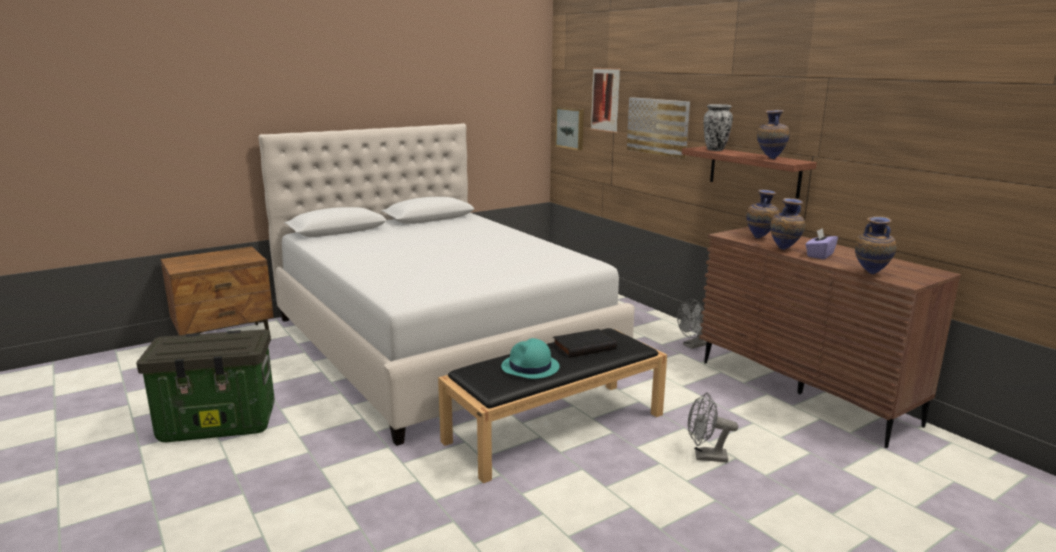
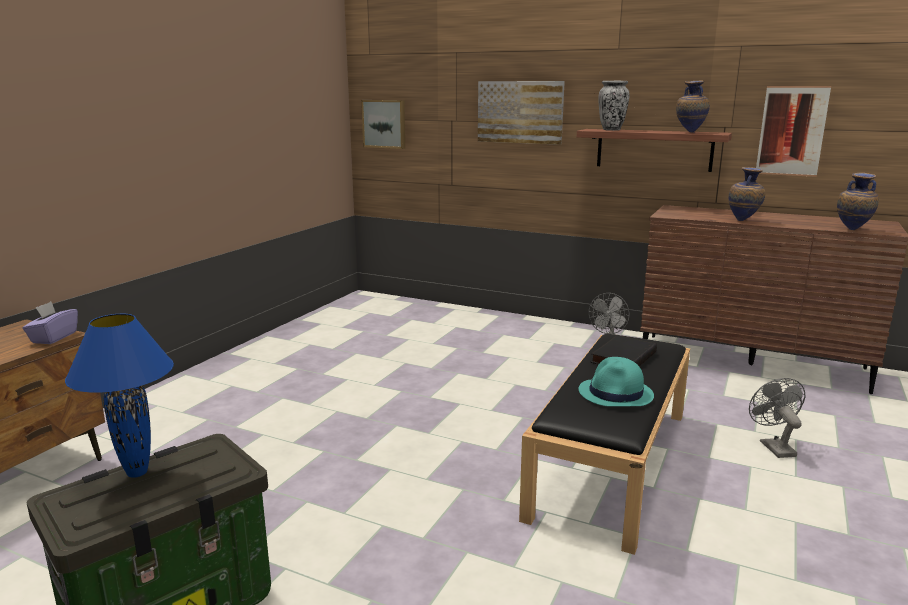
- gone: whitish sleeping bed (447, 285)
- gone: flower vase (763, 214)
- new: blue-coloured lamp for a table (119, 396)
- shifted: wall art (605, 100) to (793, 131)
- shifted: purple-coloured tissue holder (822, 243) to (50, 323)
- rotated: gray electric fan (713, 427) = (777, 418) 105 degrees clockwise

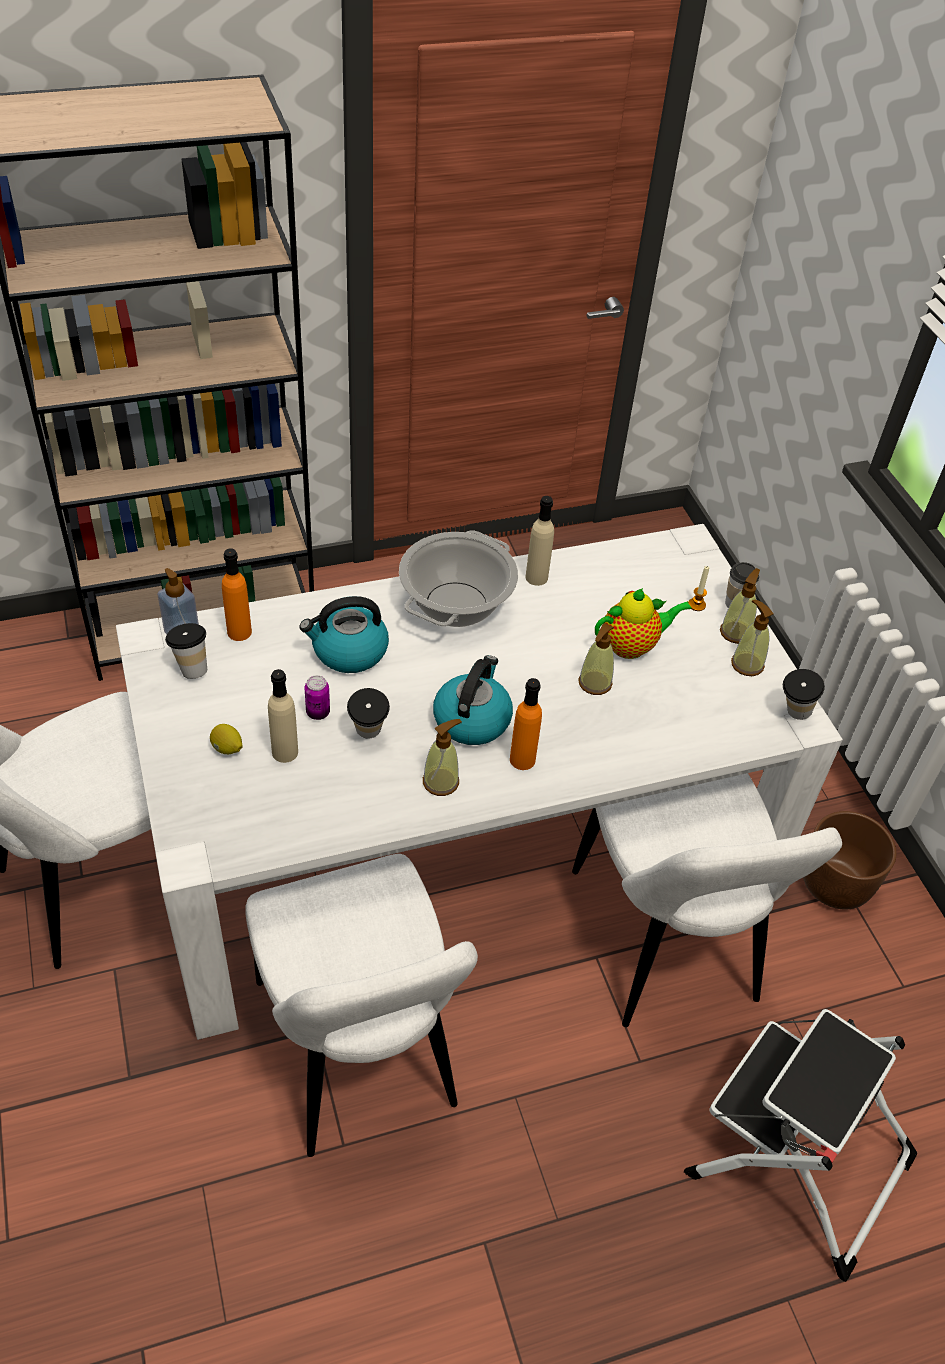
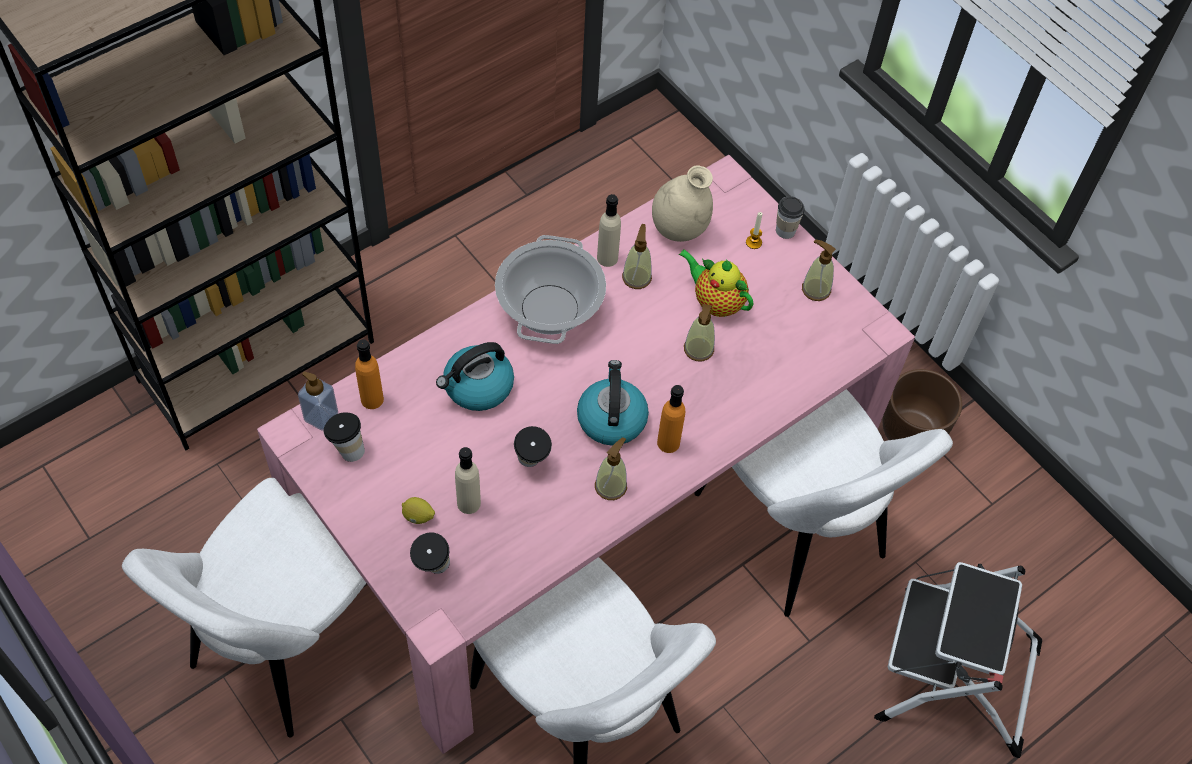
- gone: metal can (317, 697)
- new: sand-coloured flower vase (682, 203)
- shifted: soap bottle (740, 606) to (637, 256)
- shifted: small cup (804, 694) to (430, 553)
- repainted: whitish dining table (479, 782) to pink-coloured dining table (586, 454)
- rotated: tea pot (643, 623) = (716, 283) 105 degrees counterclockwise

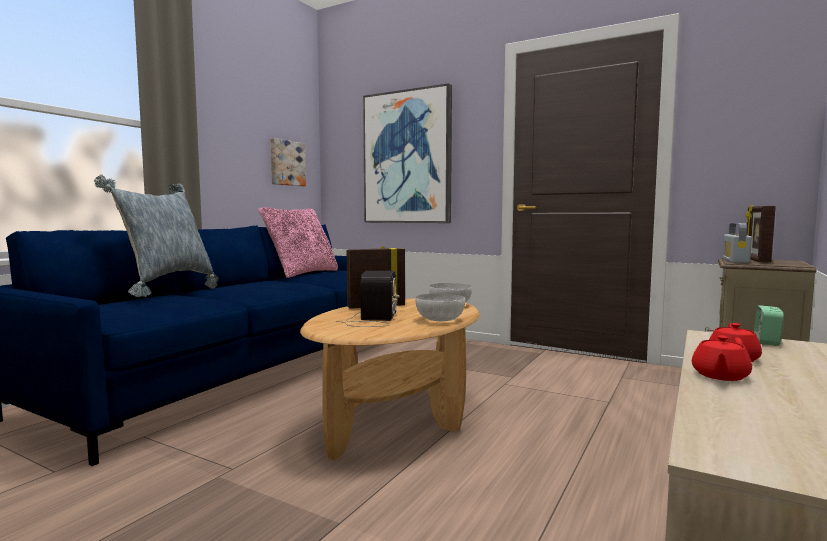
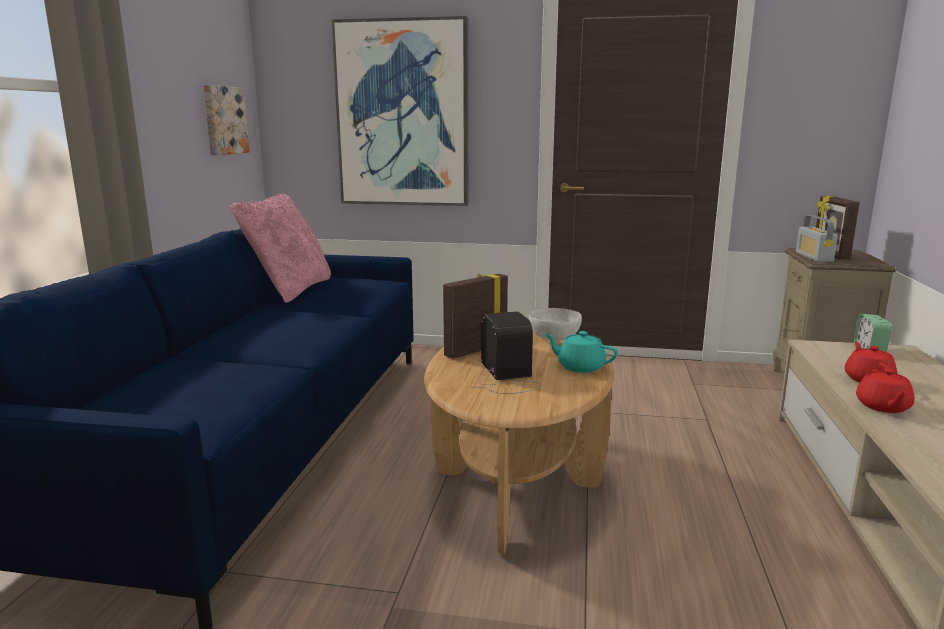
- gone: pillow (156, 236)
- swapped: whitish deep dish (440, 307) to turquoise tea pot (581, 352)

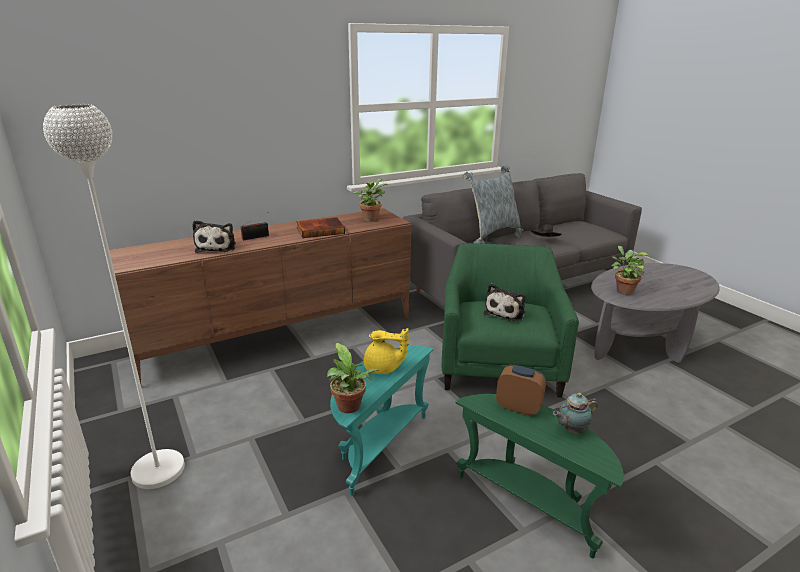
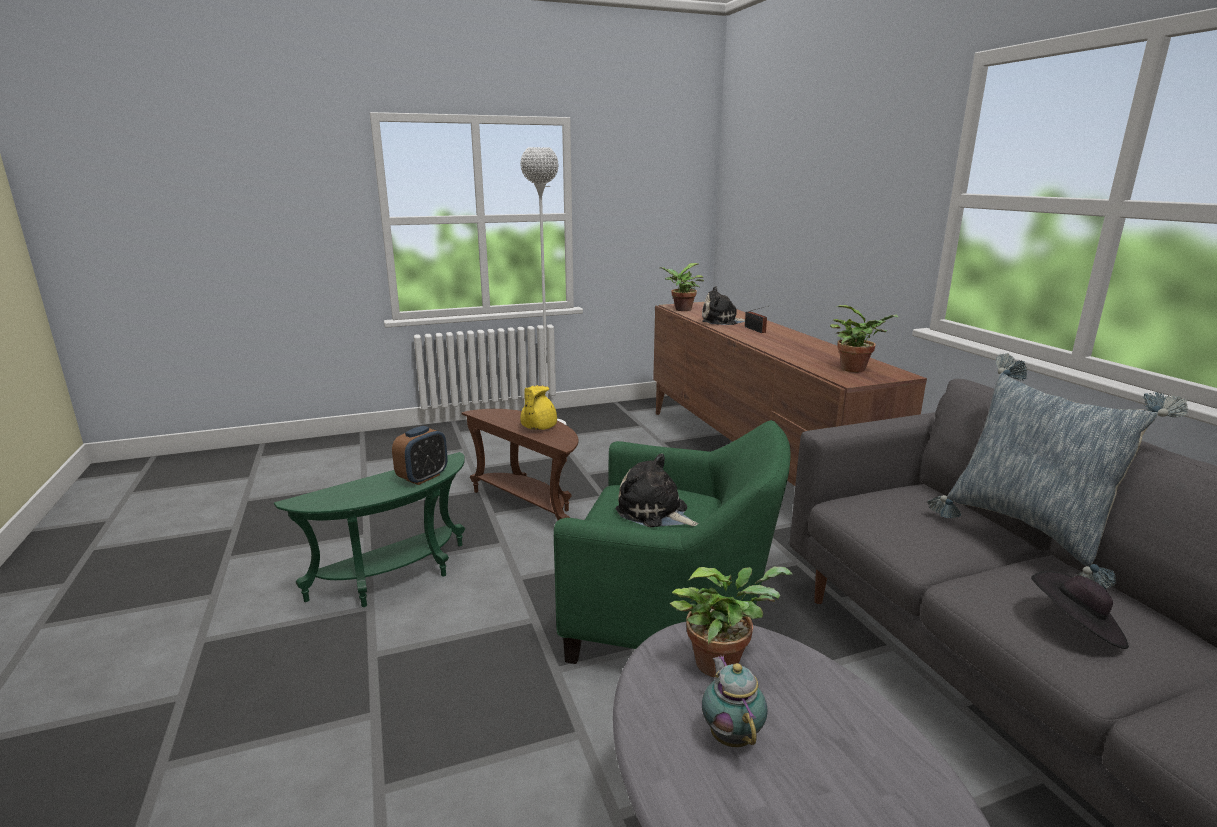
- gone: book (320, 227)
- shifted: potted plant (352, 378) to (682, 287)
- shifted: tea pot (575, 413) to (735, 701)
- repainted: turquoise end table (382, 421) to brownish end table (519, 464)

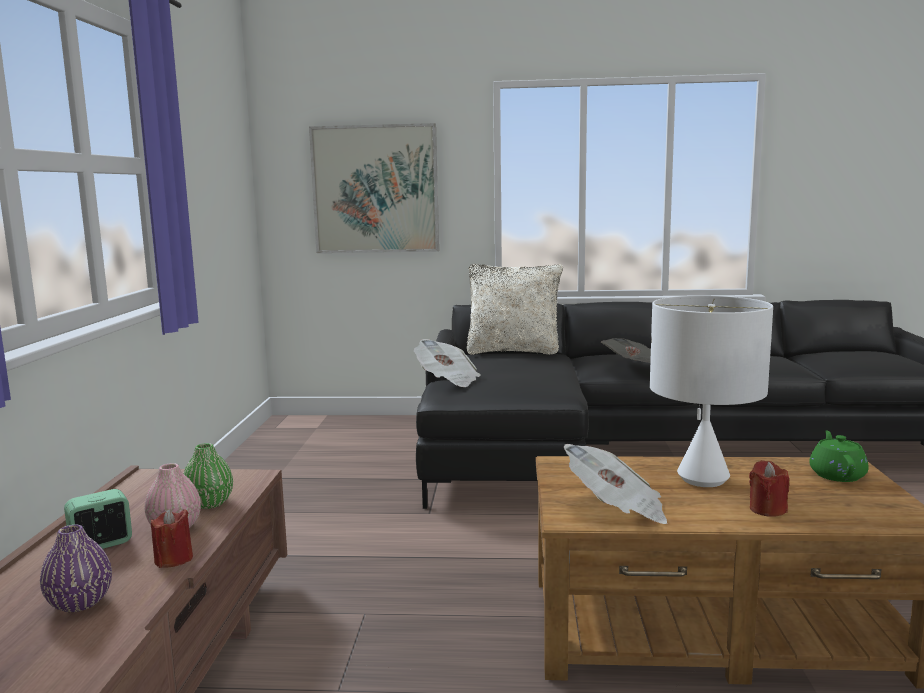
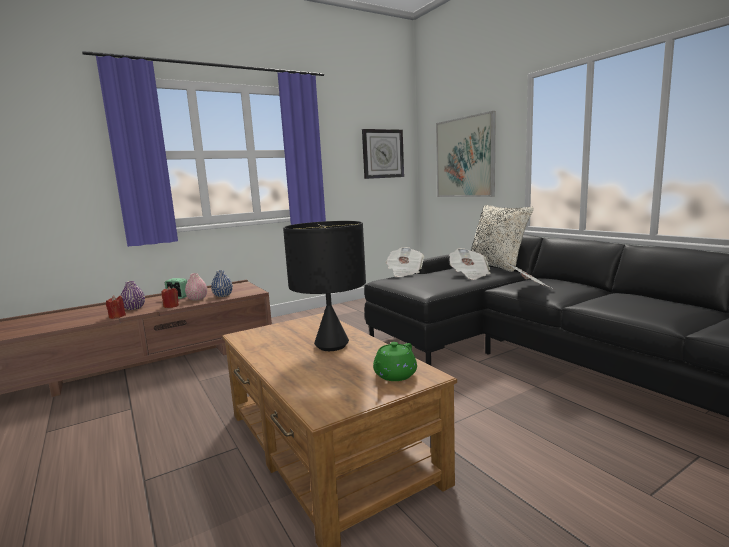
- new: hanging clock (383, 154)
- shifted: printed paper (616, 484) to (470, 264)
- shifted: red wax candle (769, 488) to (116, 307)
- repainted: green-coloured flower vase (208, 476) to blue-coloured flower vase (222, 283)
- repainted: whitish lamp for a table (711, 391) to black lamp for a table (324, 286)
- rotated: green-coloured tea pot (839, 456) = (395, 361) 150 degrees clockwise

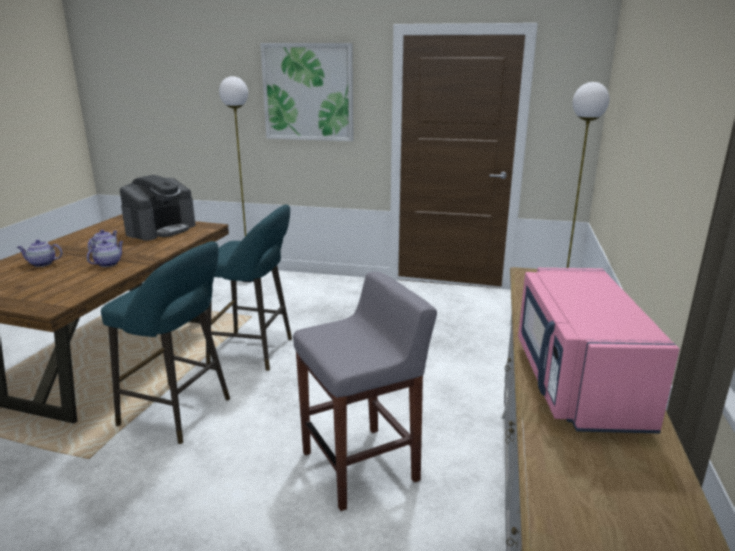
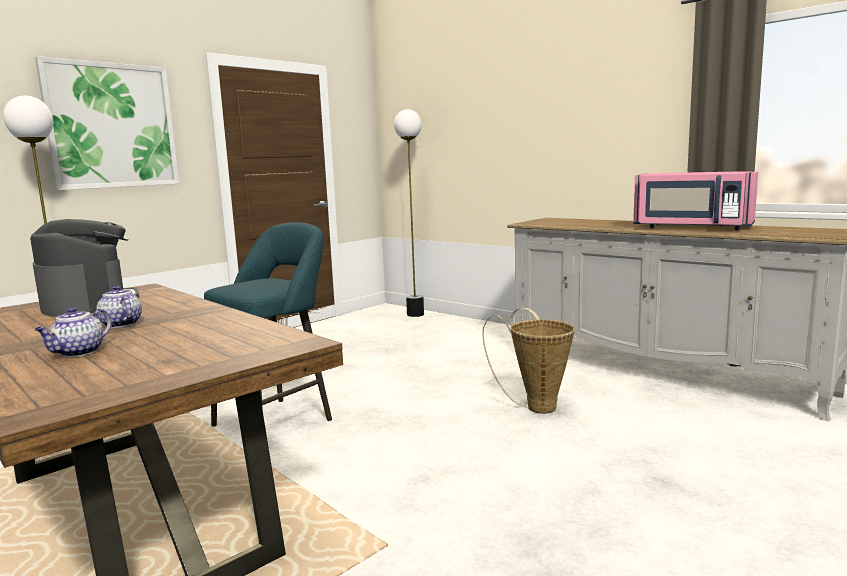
- gone: tea pot (105, 253)
- gone: turquoise sitting stool (165, 342)
- swapped: gray sitting stool (365, 391) to storage basket (528, 361)

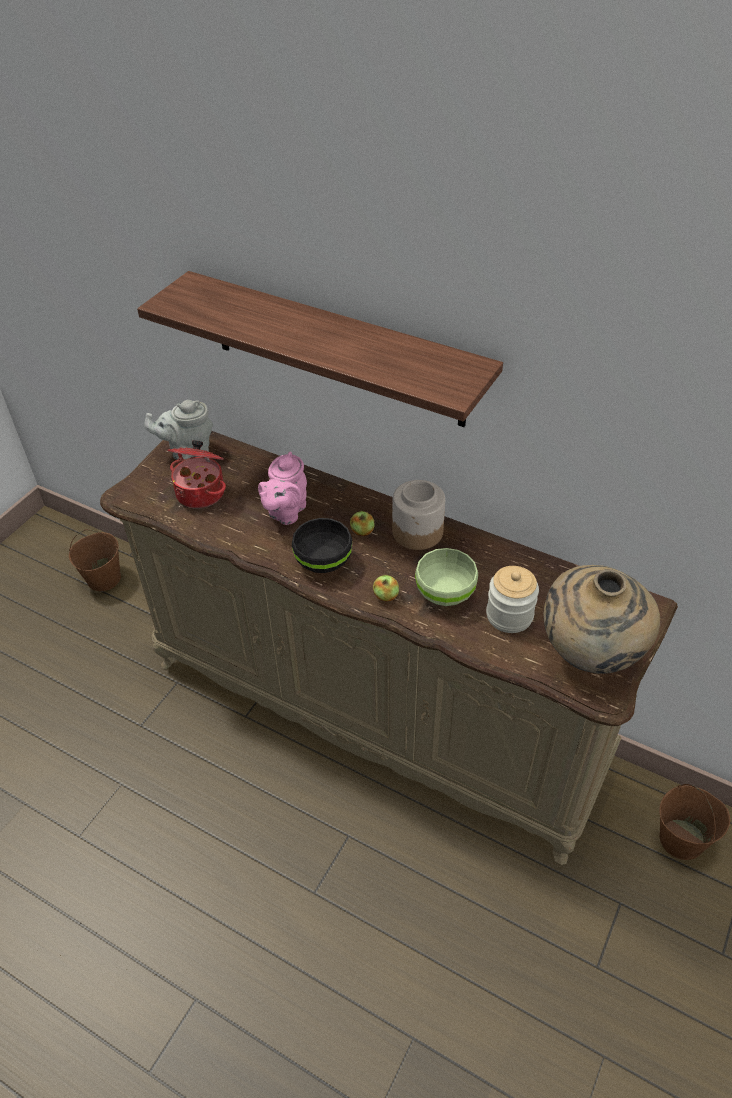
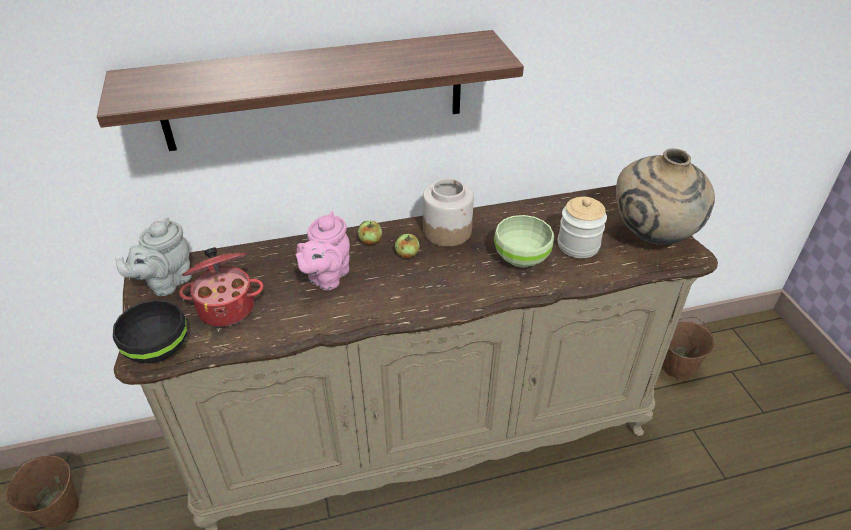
- shifted: black deep dish (322, 545) to (150, 331)
- shifted: apple fruit (386, 588) to (370, 233)
- rotated: pink-coloured tea pot (282, 488) = (322, 251) 45 degrees clockwise

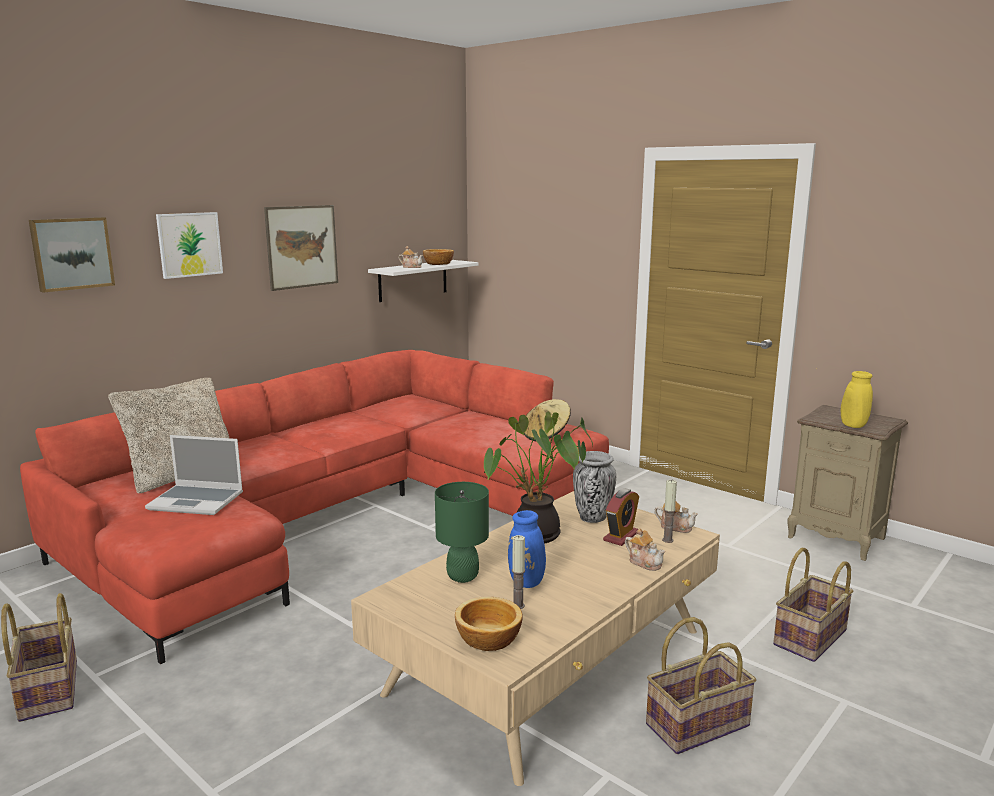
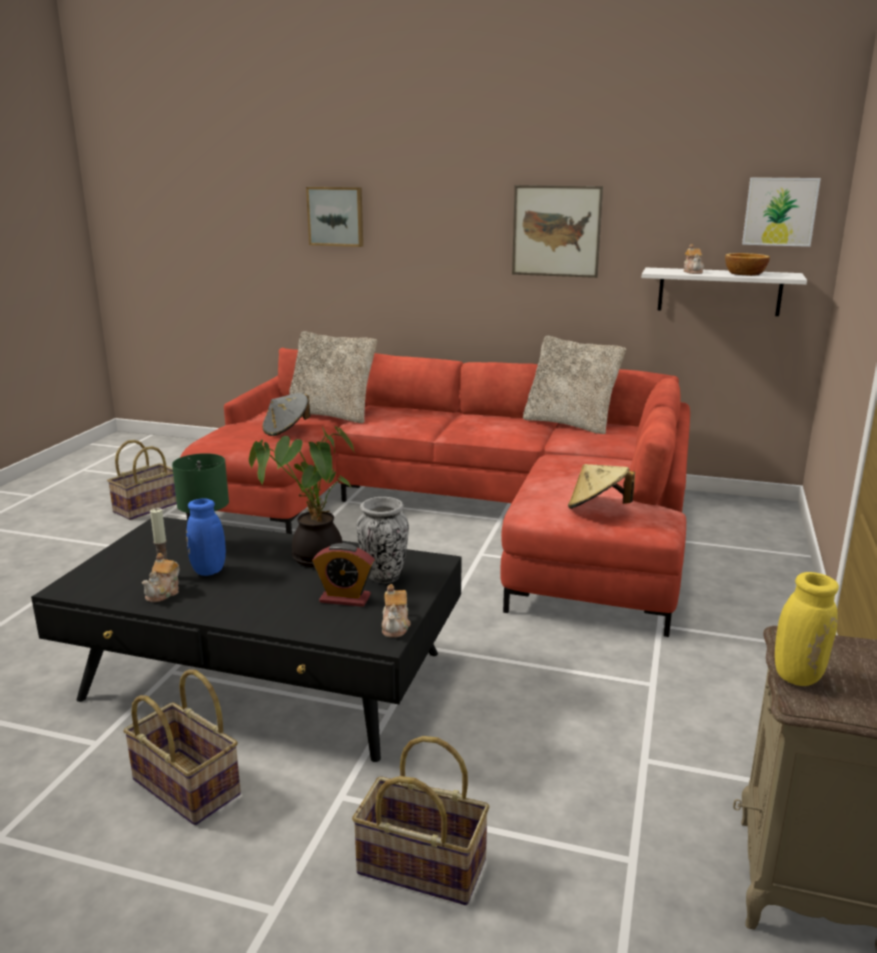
- gone: deep dish (489, 623)
- gone: wax candle (669, 511)
- new: sand-coloured pillow (574, 385)
- shifted: wall art (189, 245) to (781, 212)
- shifted: tea pot (645, 549) to (161, 577)
- swapped: laptop (194, 475) to gray clothing hat (286, 414)
- repainted: sand-coloured low table (535, 638) to black low table (246, 639)

